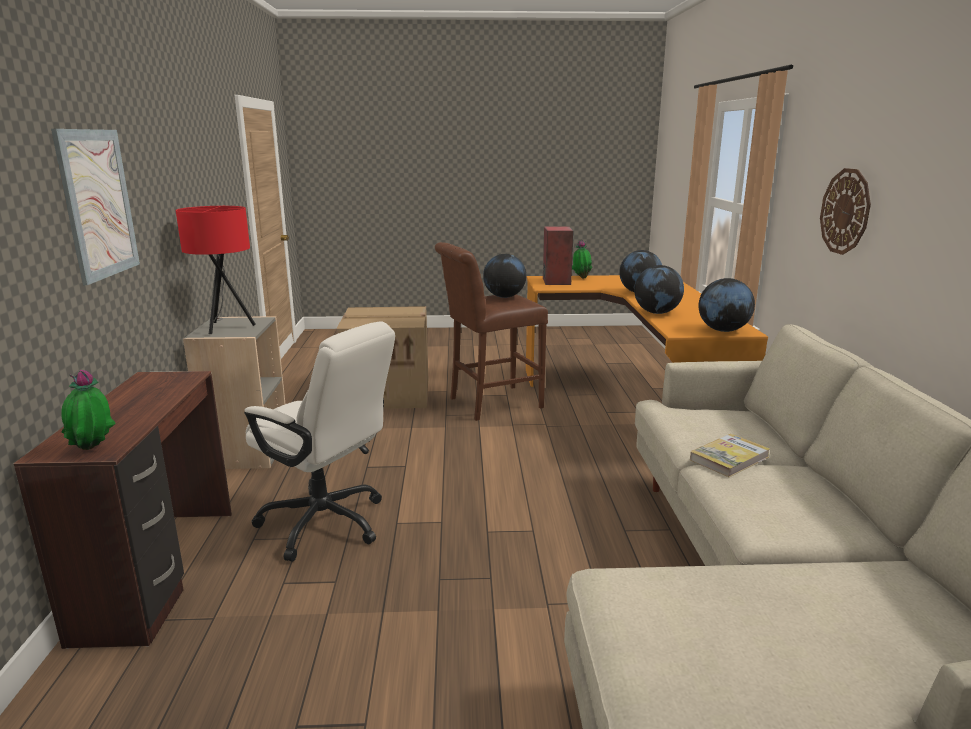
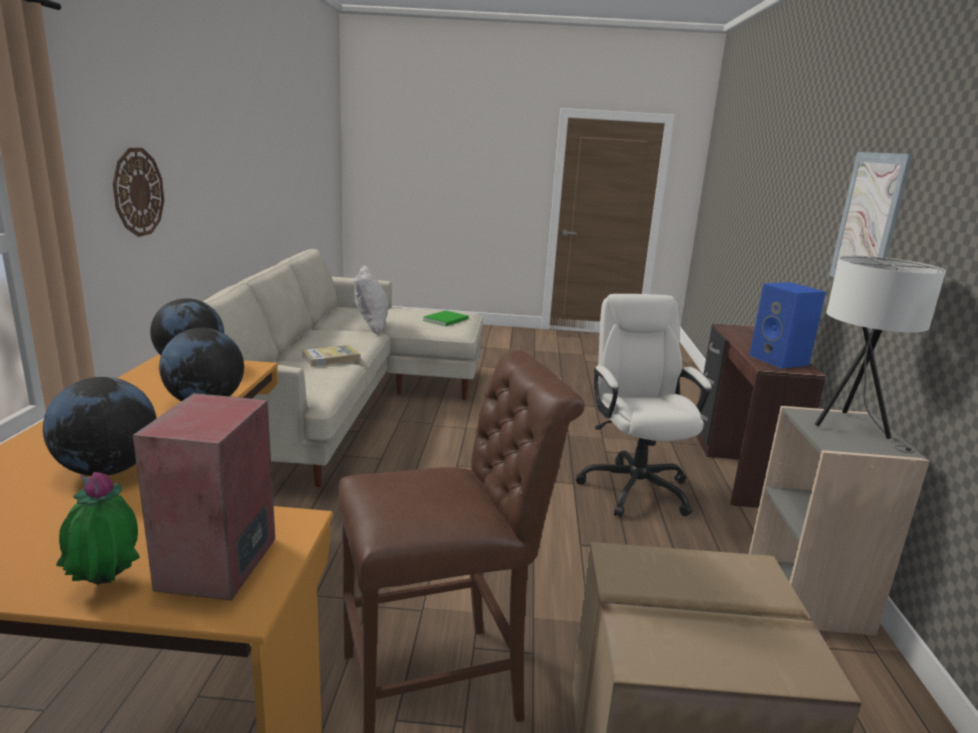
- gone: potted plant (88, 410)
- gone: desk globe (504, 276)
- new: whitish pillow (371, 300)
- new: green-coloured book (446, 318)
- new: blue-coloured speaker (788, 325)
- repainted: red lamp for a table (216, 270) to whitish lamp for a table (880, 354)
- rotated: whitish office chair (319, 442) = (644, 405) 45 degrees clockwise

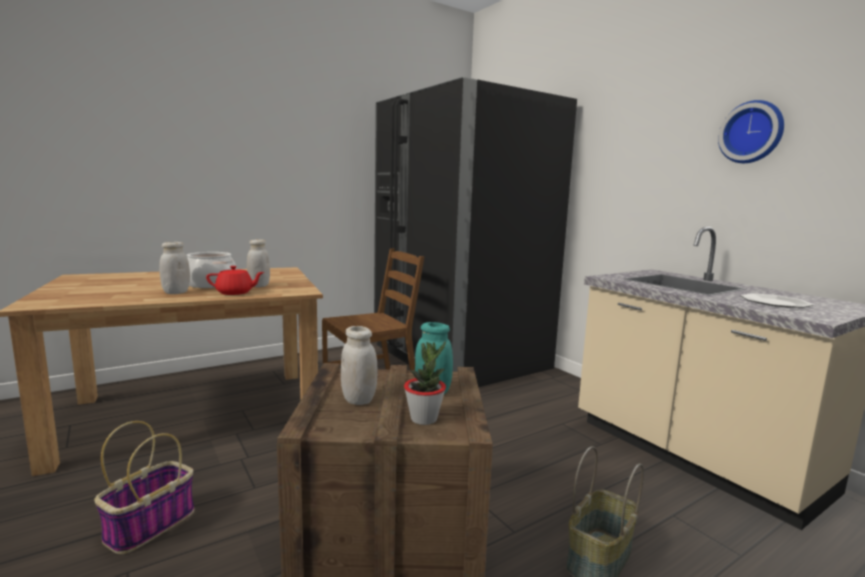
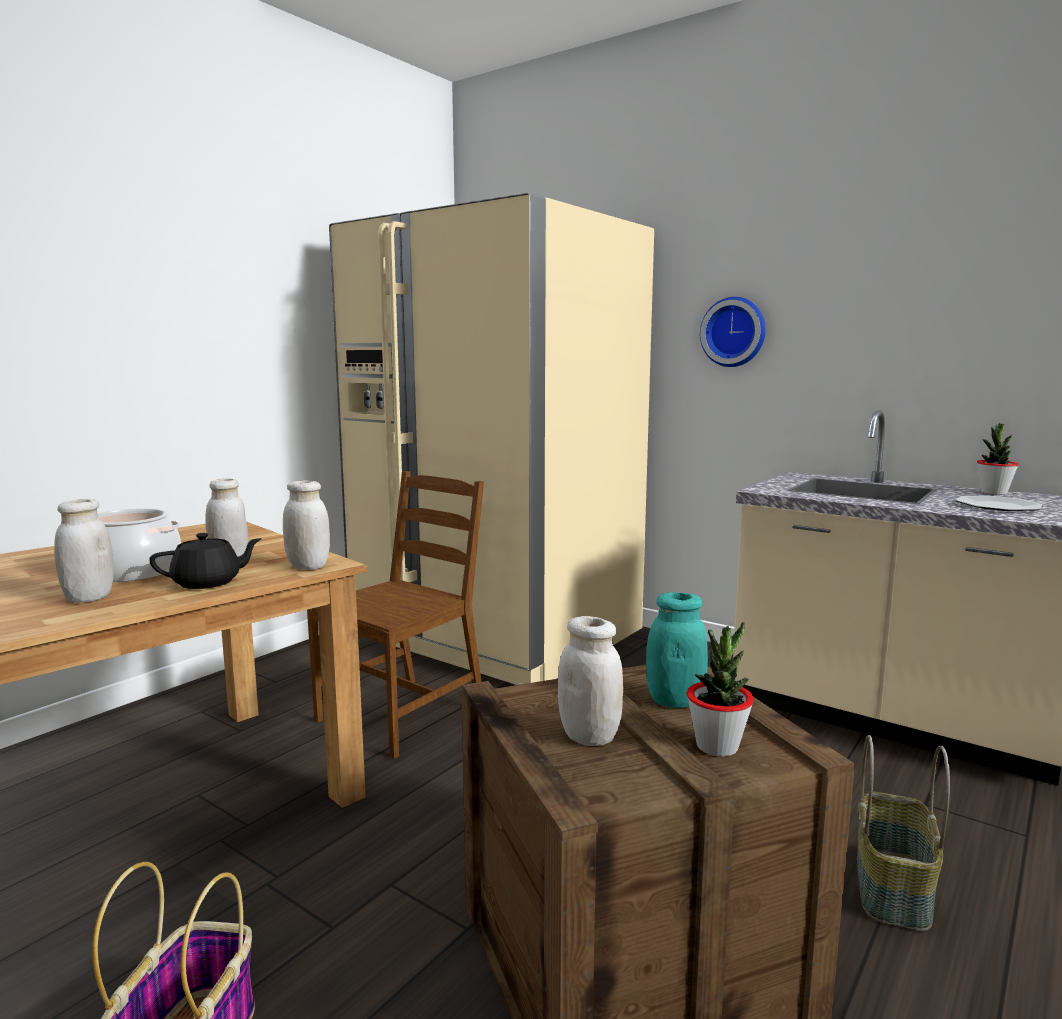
- new: whitish storage jar (306, 525)
- new: potted plant (998, 459)
- shifted: hanging clock (751, 131) to (733, 332)
- repainted: red tea pot (235, 280) to black tea pot (205, 561)
- repainted: black fridge (475, 232) to sand-coloured fridge (491, 439)

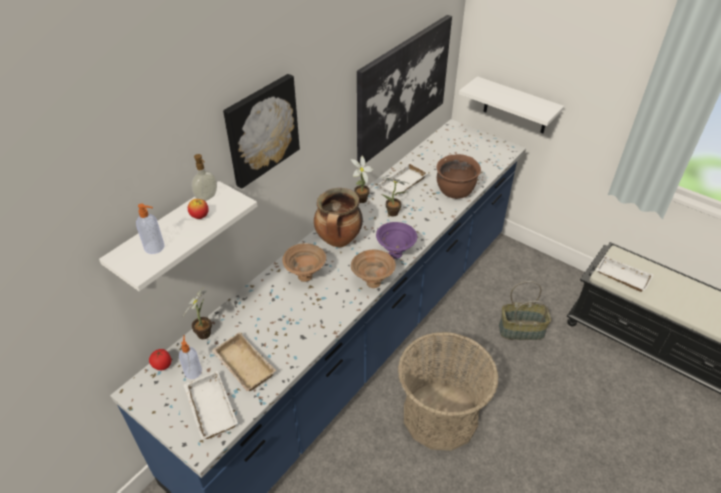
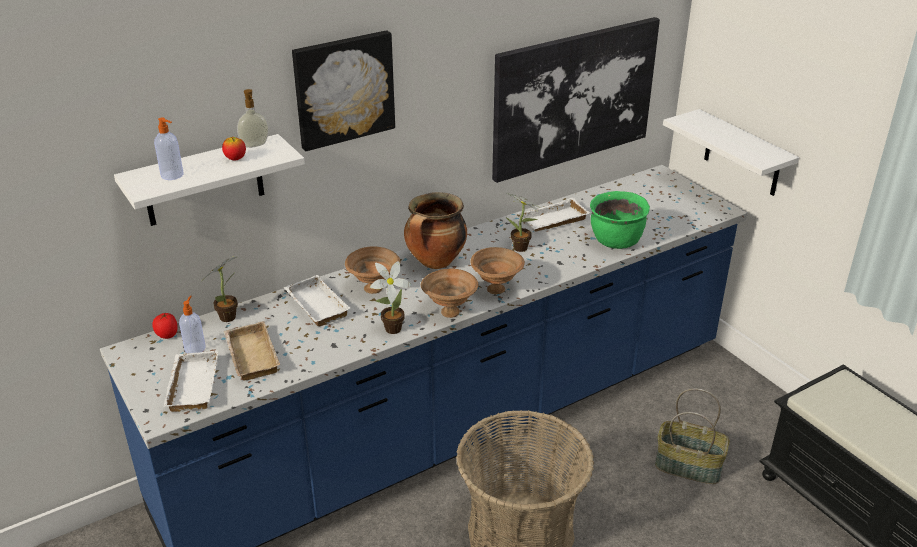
- shifted: potted plant (362, 179) to (391, 297)
- shifted: whitish carrying tray (624, 273) to (317, 300)
- repainted: purple-coloured deep dish (396, 240) to brownish deep dish (497, 270)
- repainted: brownish stockpot (458, 176) to green-coloured stockpot (620, 220)

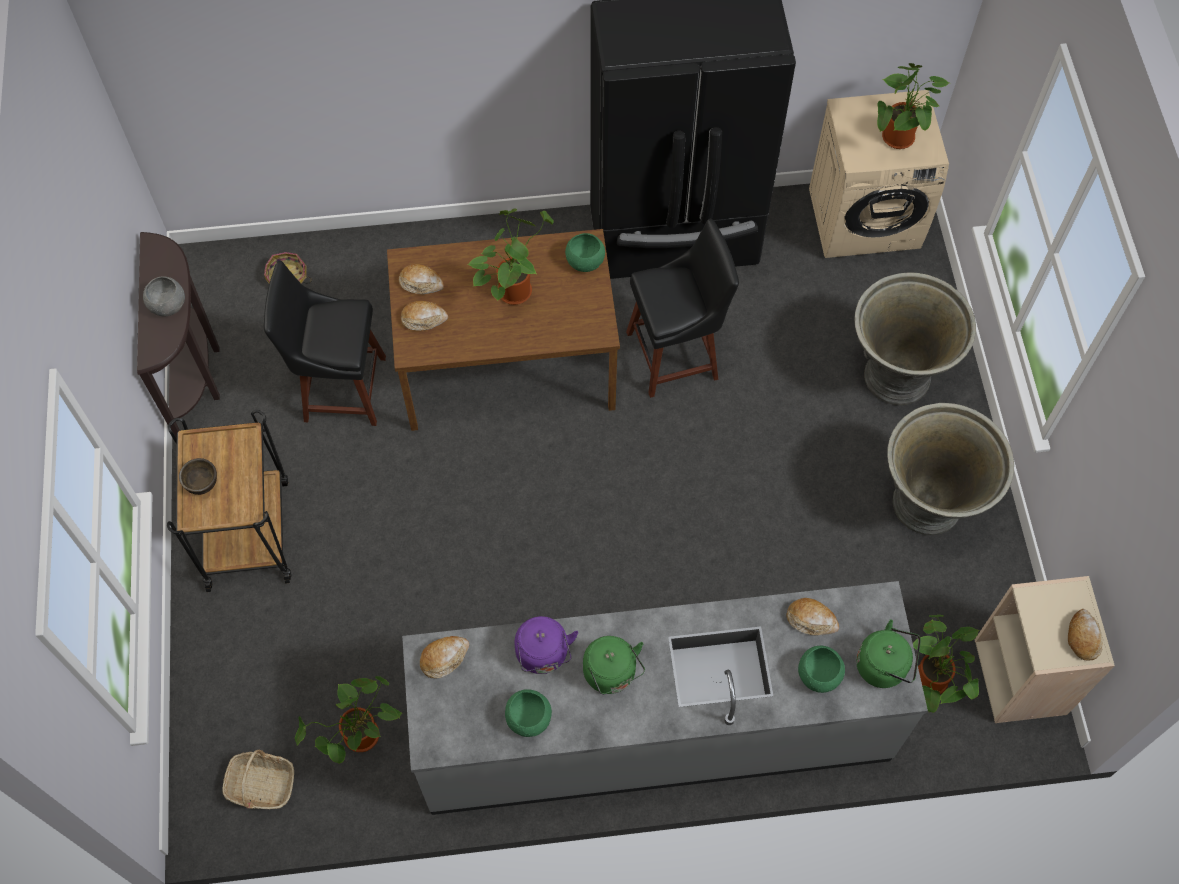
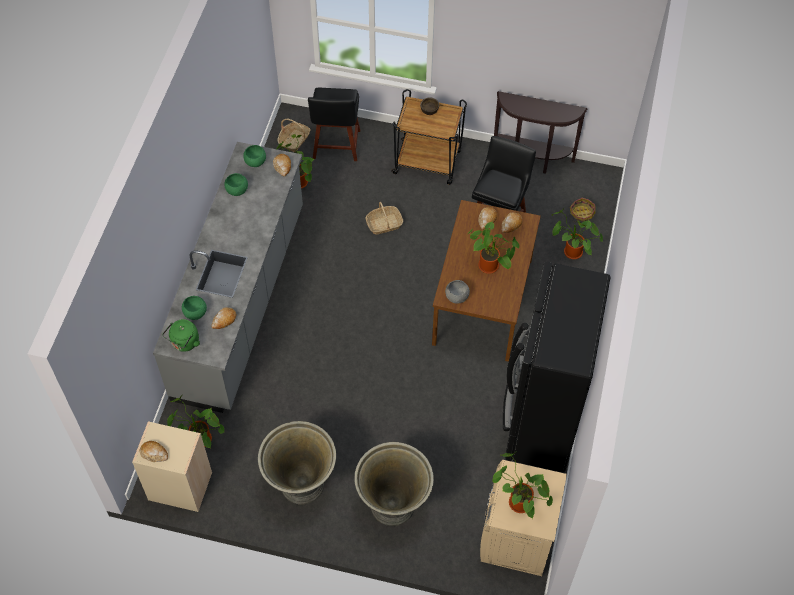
- gone: purple-coloured tea kettle (546, 645)
- gone: green-coloured tea kettle (614, 665)
- new: storage basket (384, 218)
- new: potted plant (577, 233)
- shifted: gray deep dish (164, 296) to (457, 292)
- shifted: green-coloured deep dish (585, 252) to (254, 156)
- shifted: black chair (682, 308) to (334, 124)

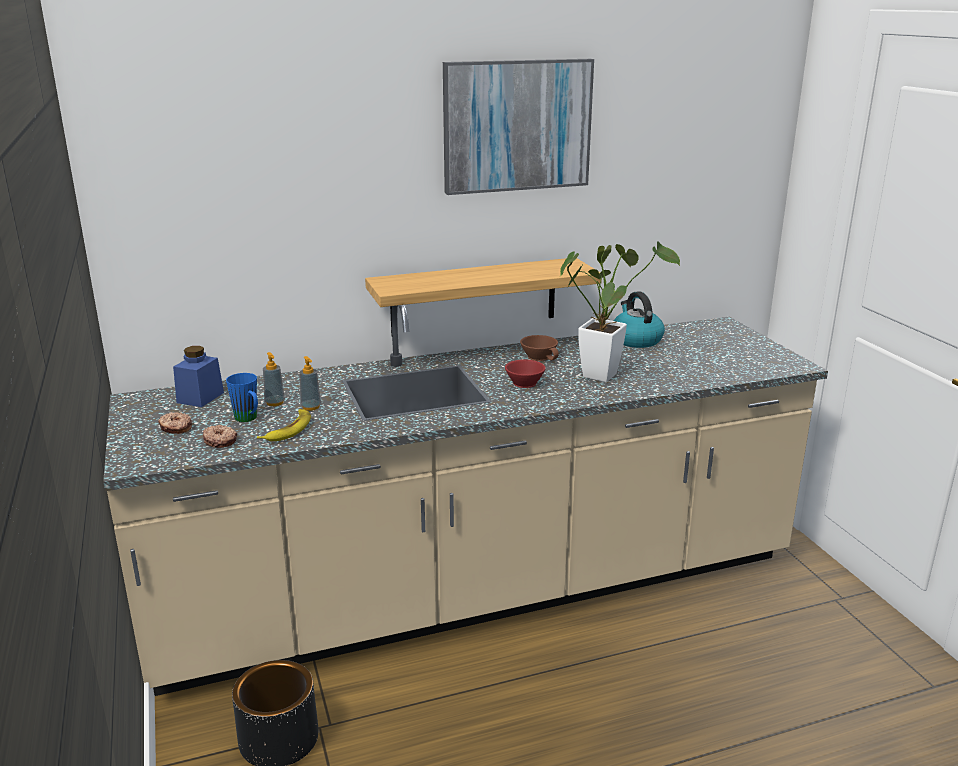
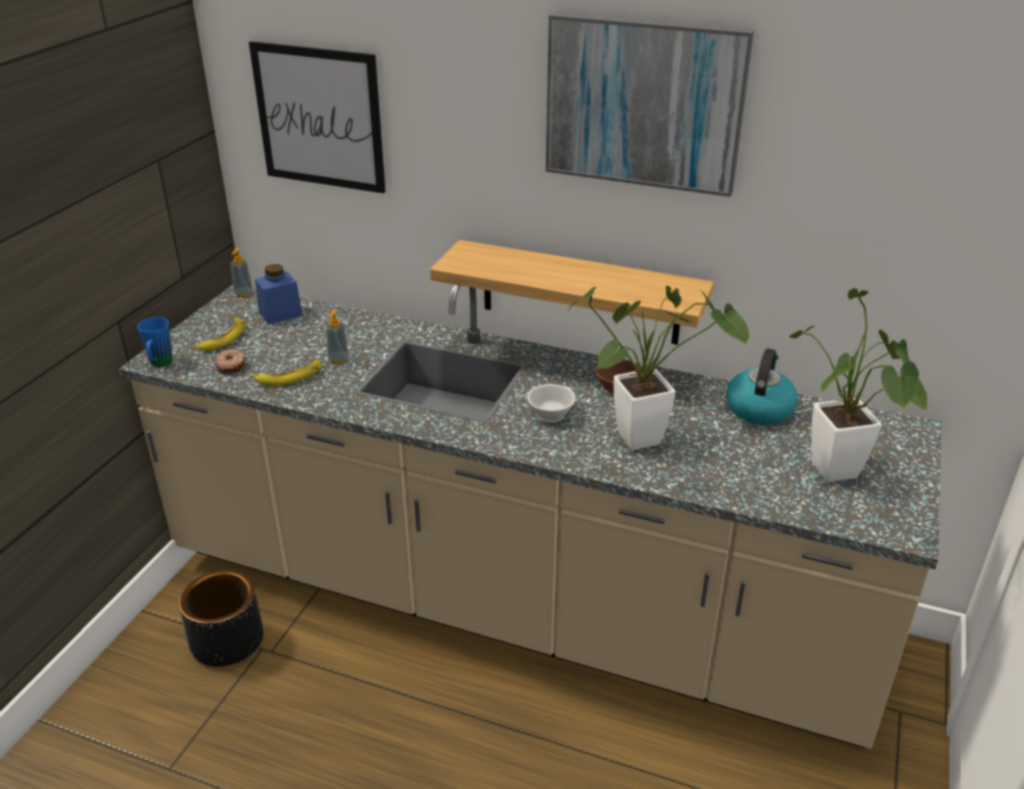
- new: wall art (317, 117)
- new: potted plant (858, 385)
- shifted: blue-coloured mug (242, 397) to (155, 342)
- shifted: soap bottle (274, 379) to (241, 273)
- swapped: doughnut (175, 423) to banana (218, 334)
- repainted: red small cup (525, 374) to whitish small cup (551, 403)

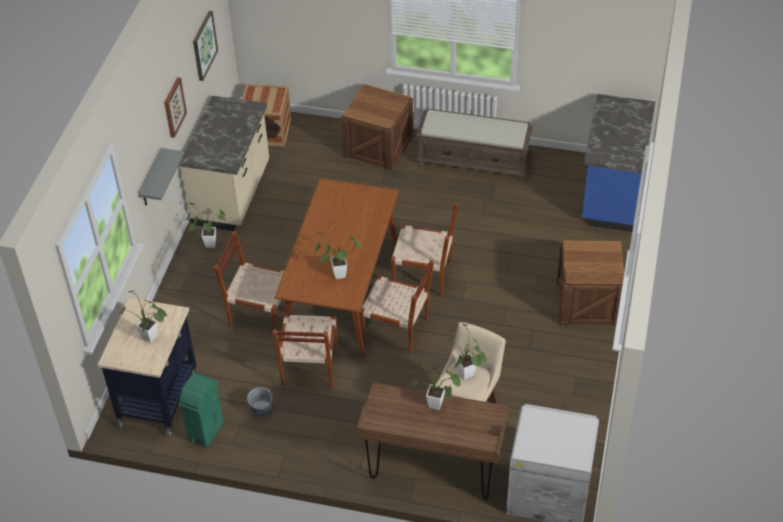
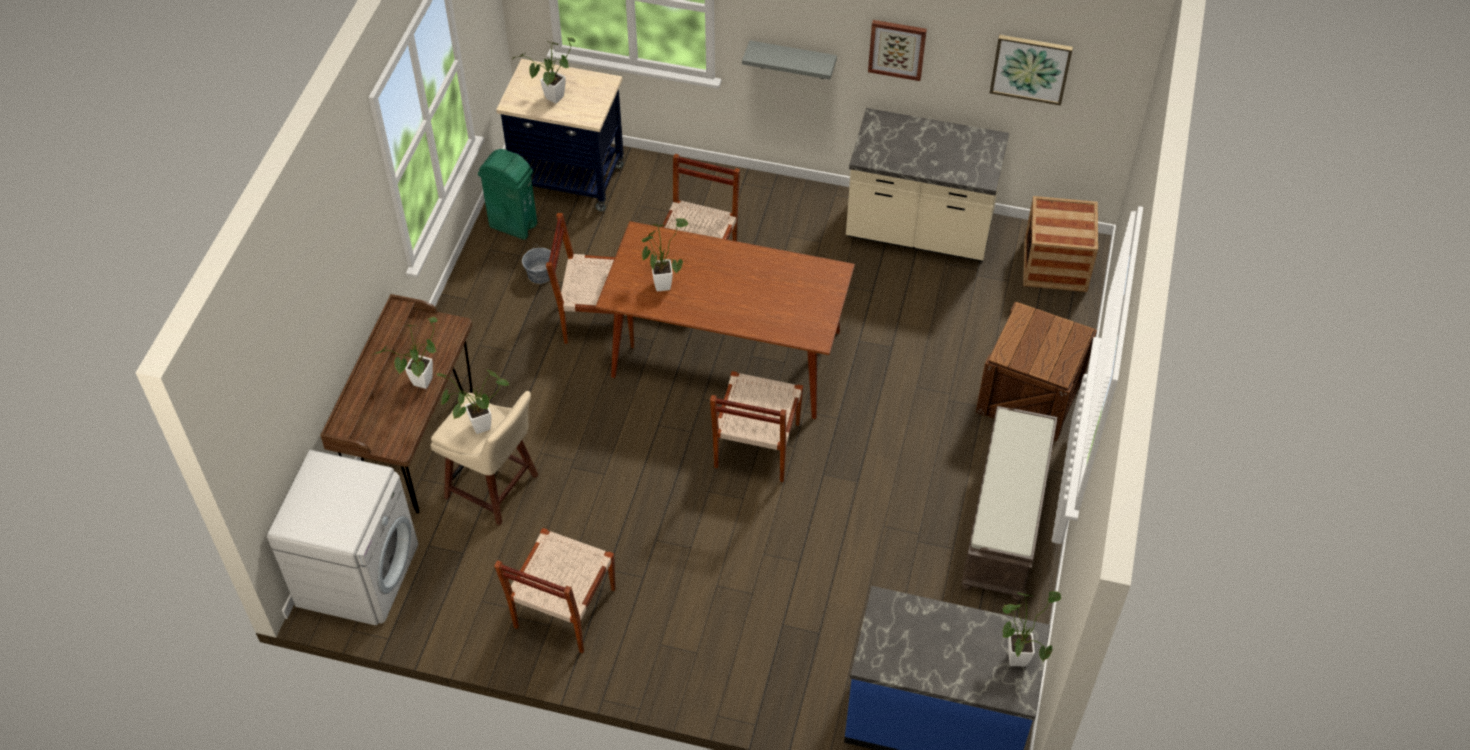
- gone: crate (590, 282)
- shifted: potted plant (206, 225) to (1031, 628)
- shifted: chair (397, 307) to (555, 590)

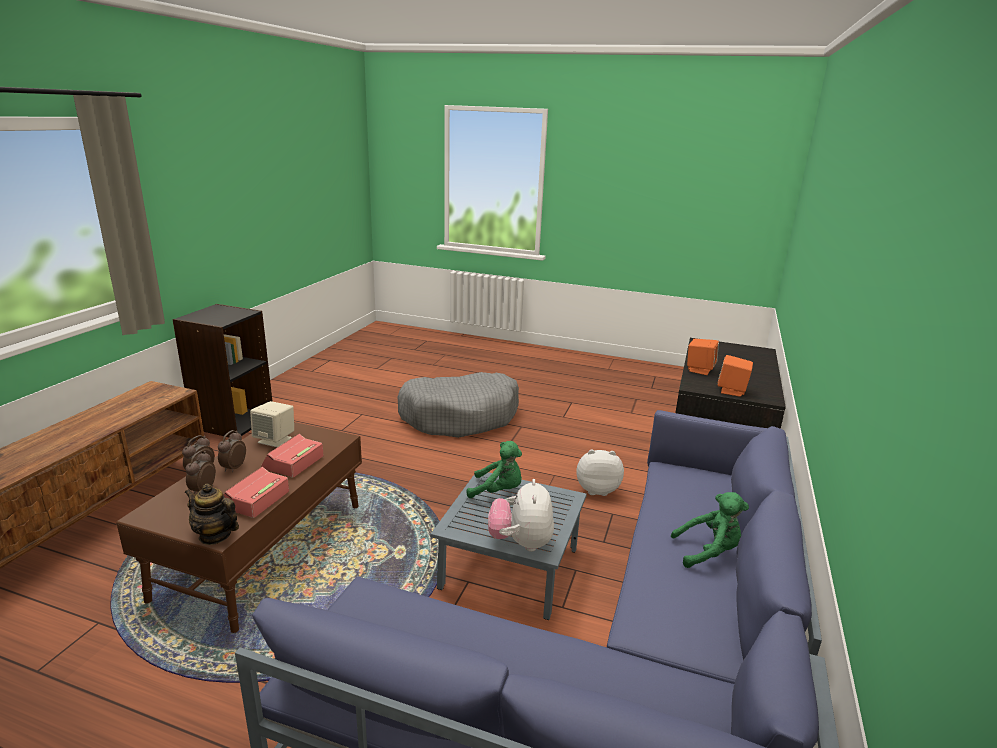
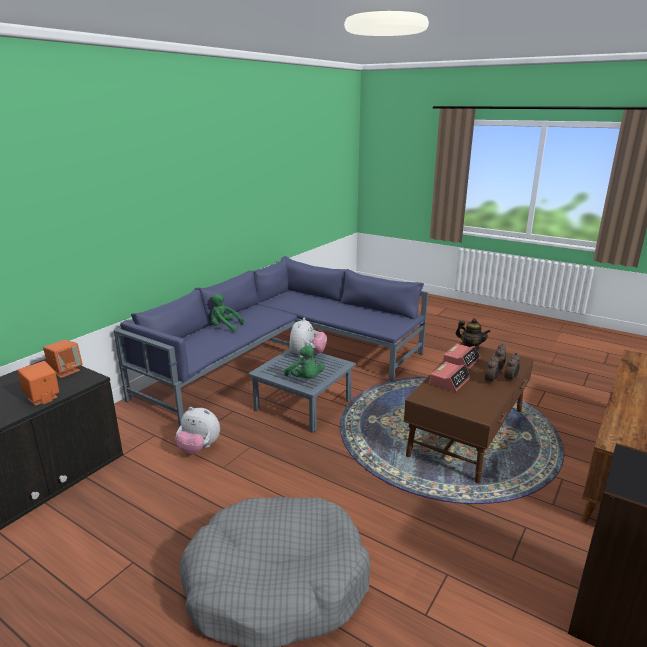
- gone: sand-coloured speaker (272, 424)
- rotated: green-coloured plush toy (494, 469) = (304, 362) 150 degrees counterclockwise

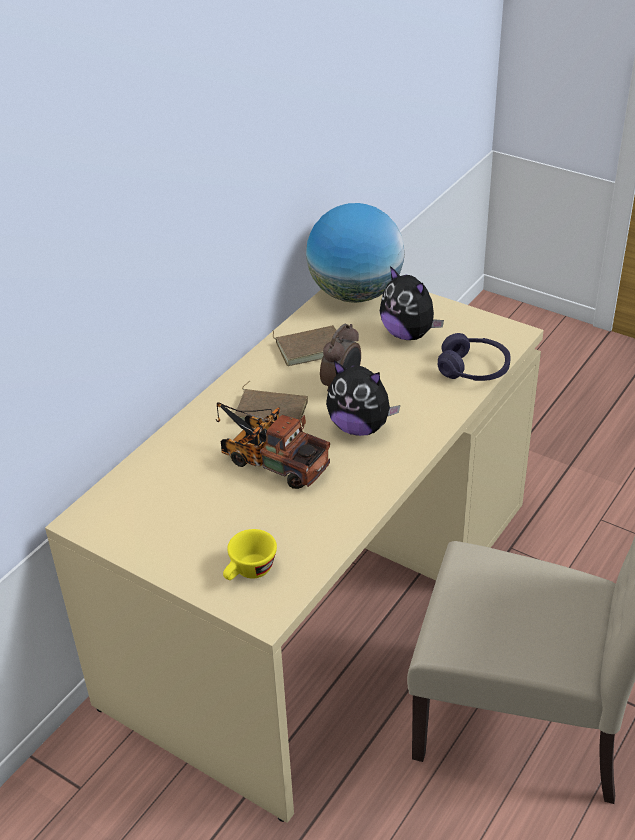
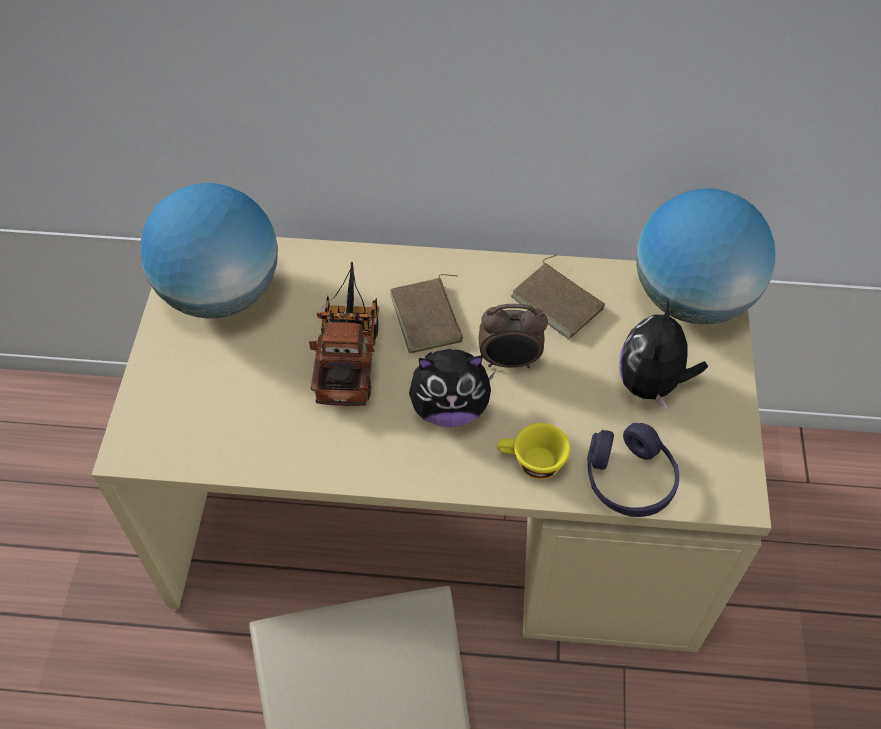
- new: desk globe (209, 251)
- shifted: yellow-coloured small cup (250, 554) to (533, 451)
- rotated: plush toy (363, 398) = (452, 388) 90 degrees counterclockwise

